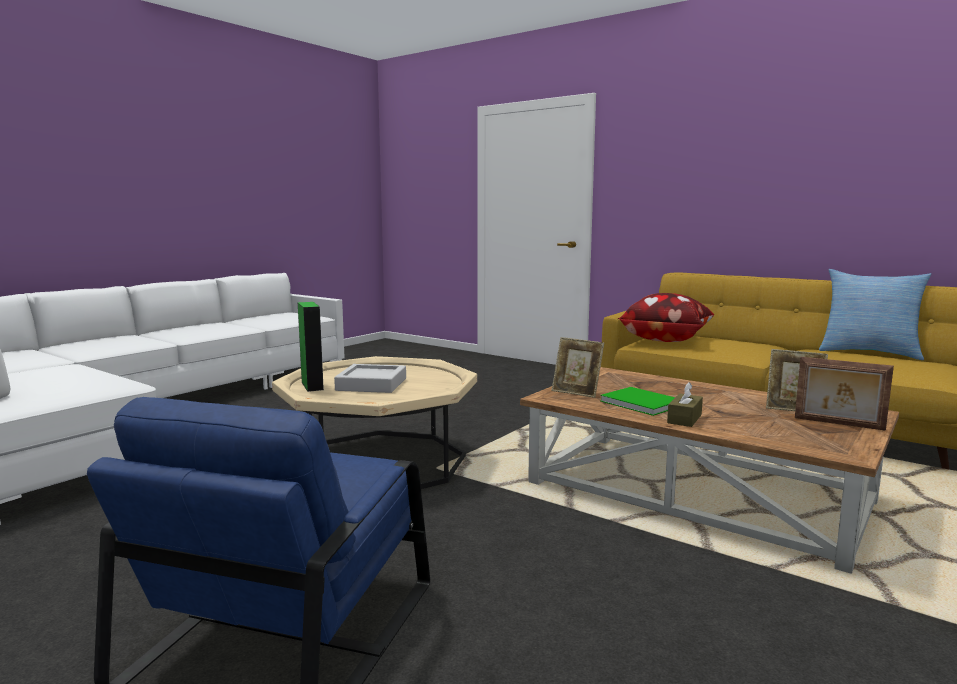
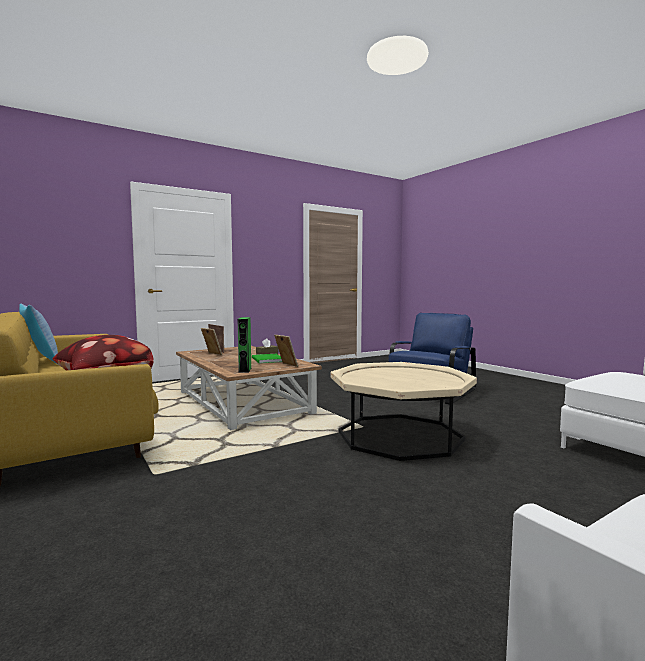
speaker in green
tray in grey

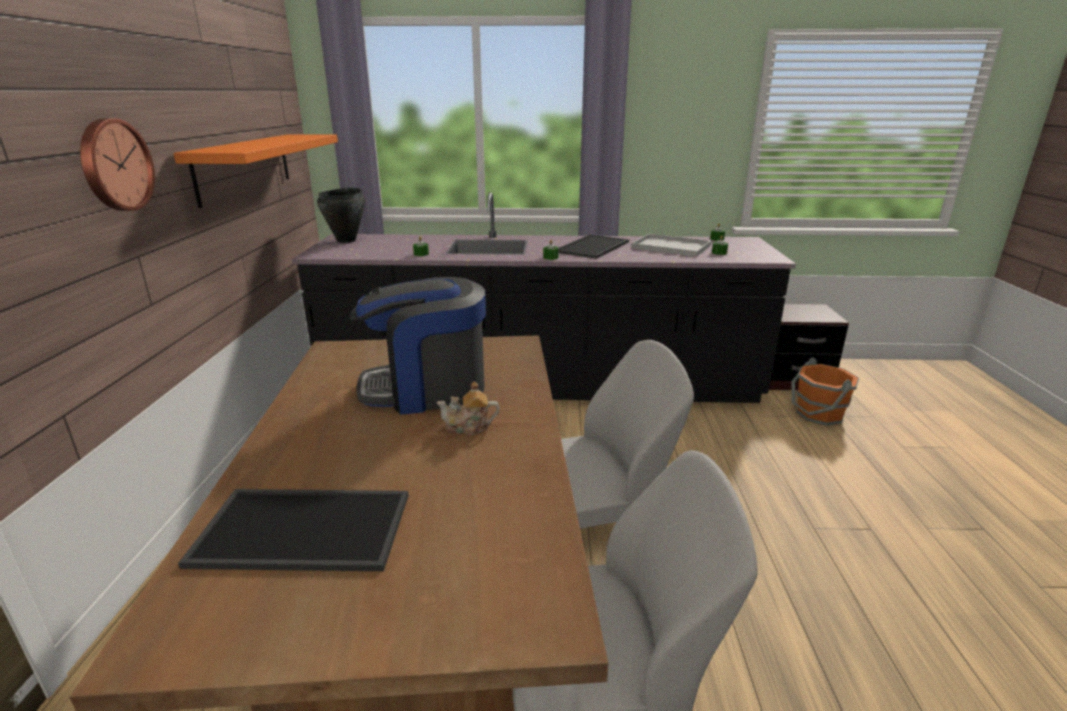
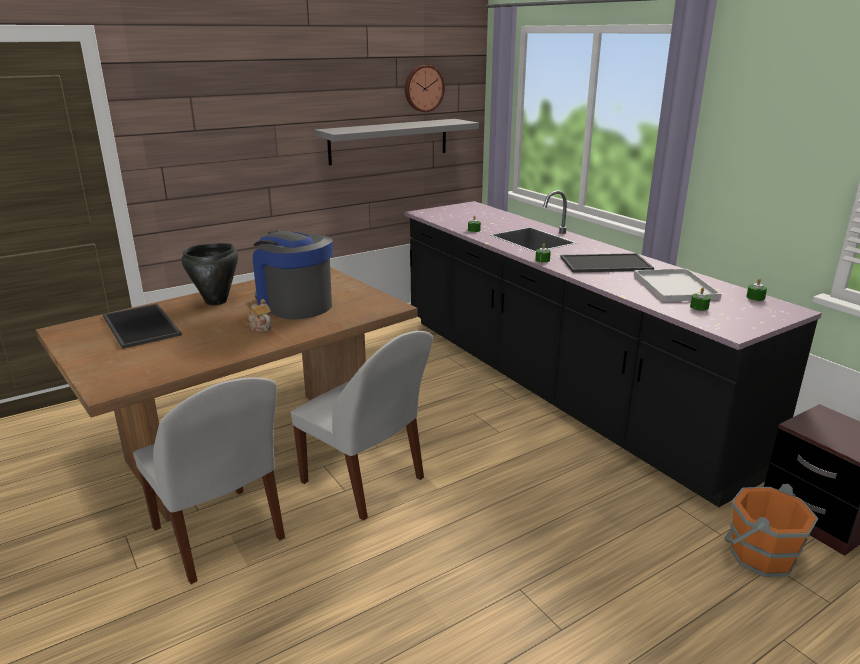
wall clock
shelf in grey
cooking pot in black

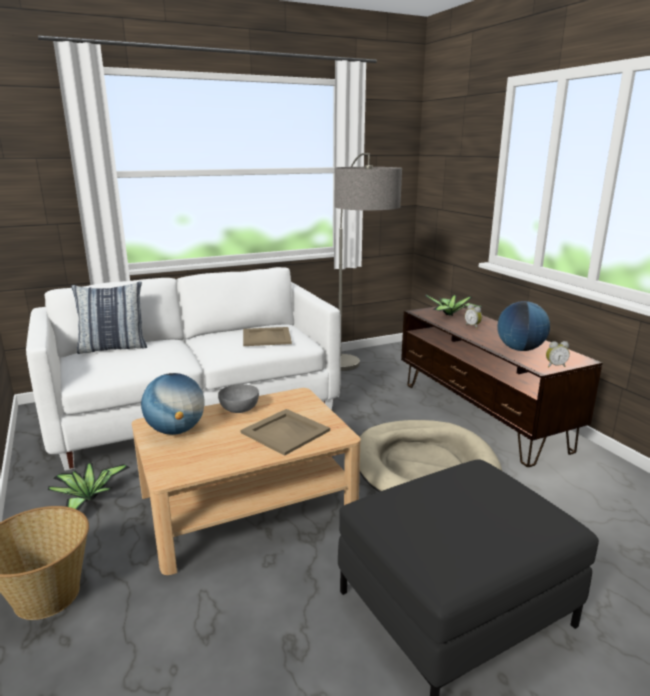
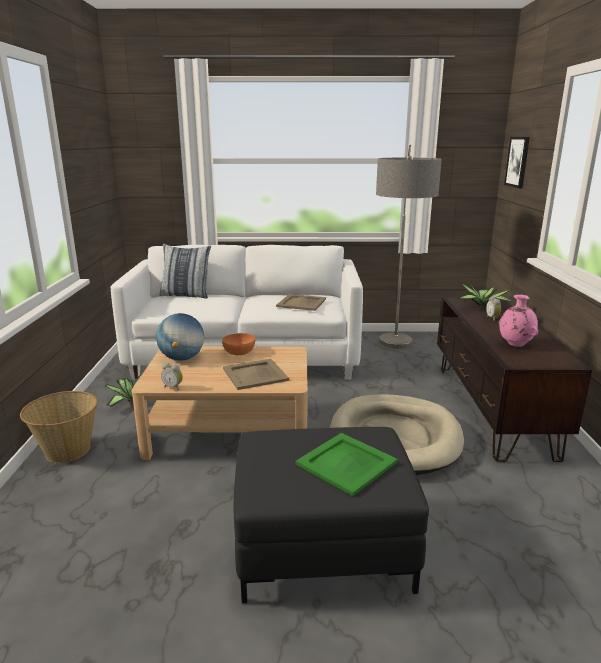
vase in pink
alarm clock (no. 1 from left)
bowl in orange
picture
tray in green

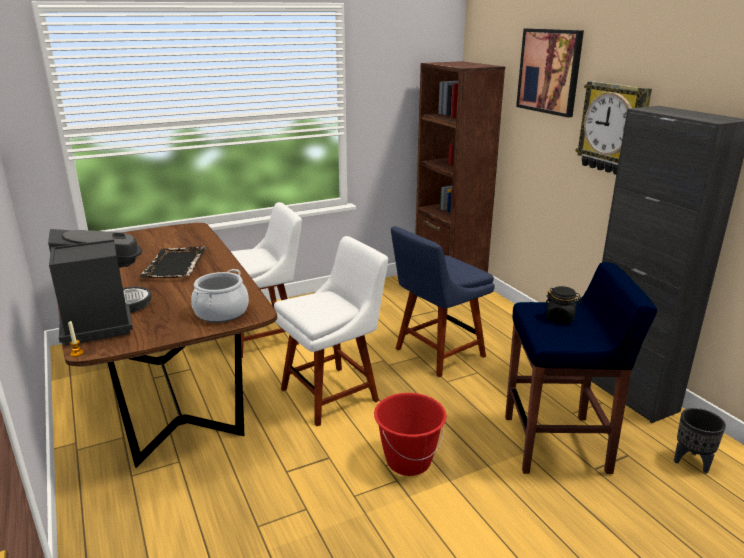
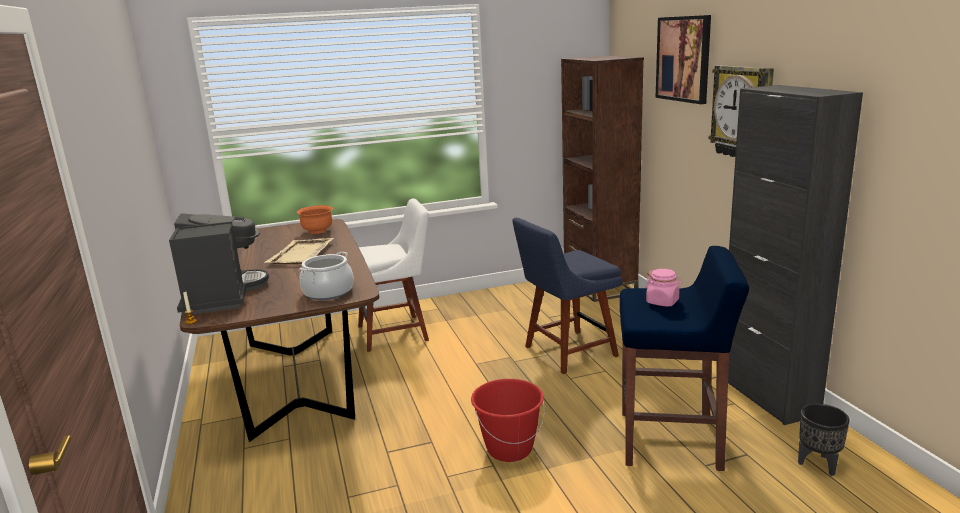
chair in white (no. 2 from left in the first image)
tray in beige
jar in pink
bowl in orange

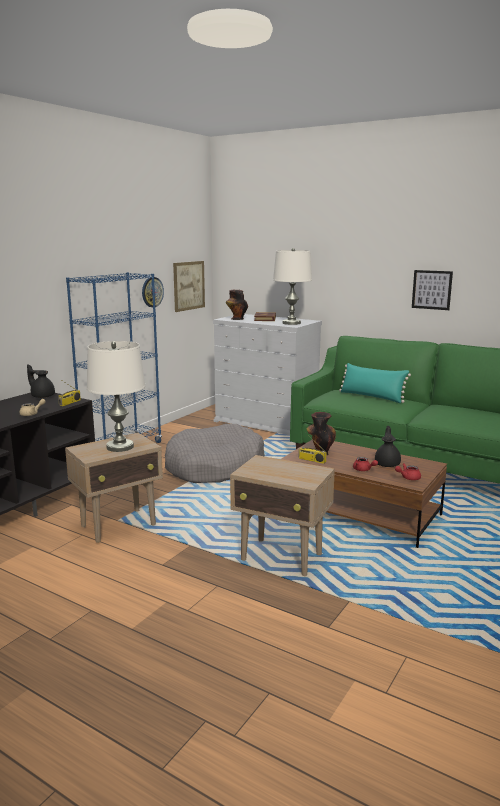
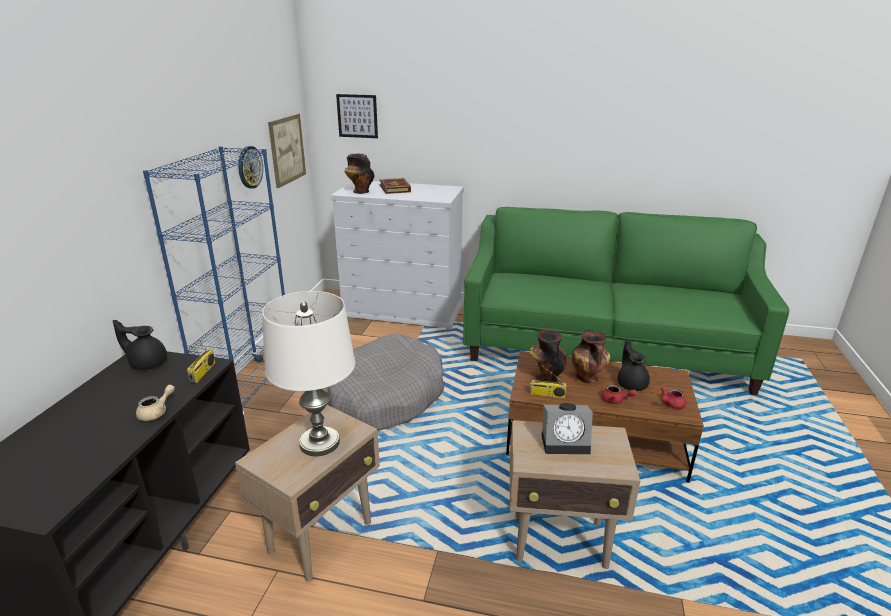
table lamp in white (no. 2 from left in the first image)
picture (no. 2 from left)
pillow in turquoise
vase (no. 3 from left)
alarm clock

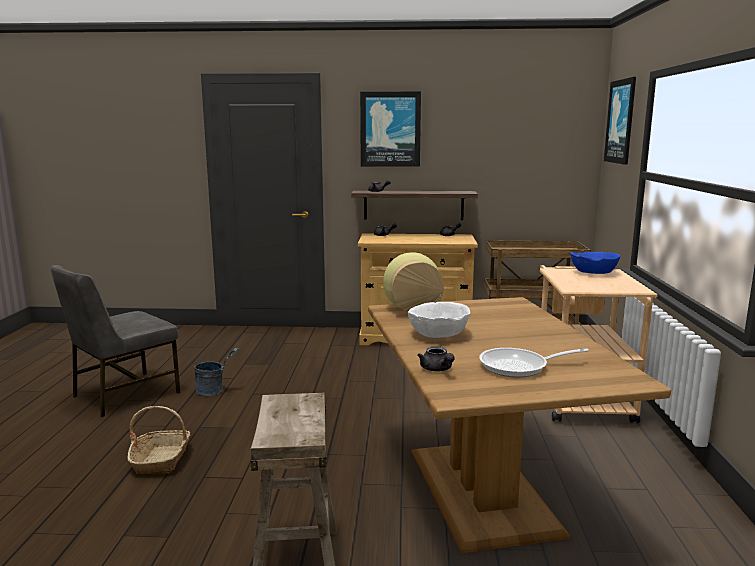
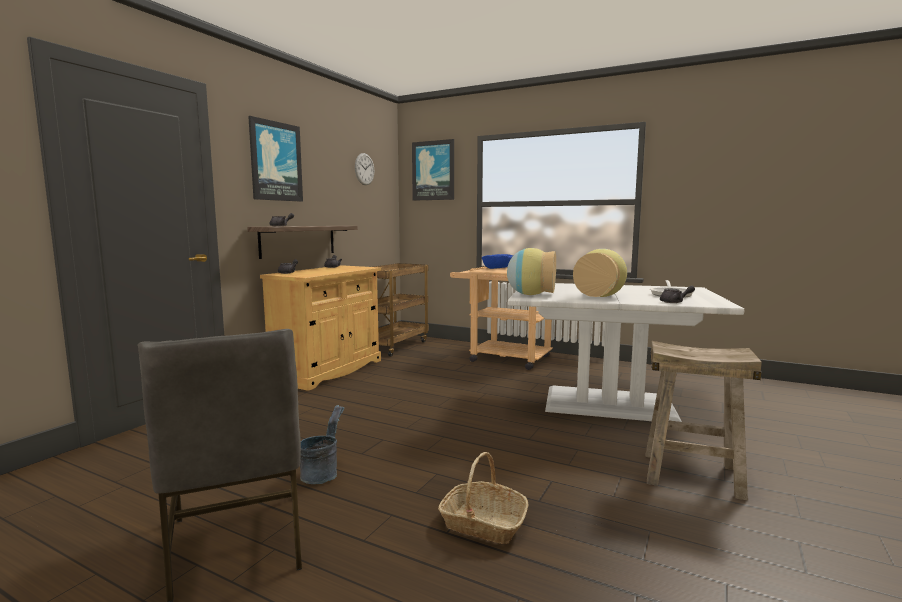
dining table in white
vase (no. 2 from left)
wall clock

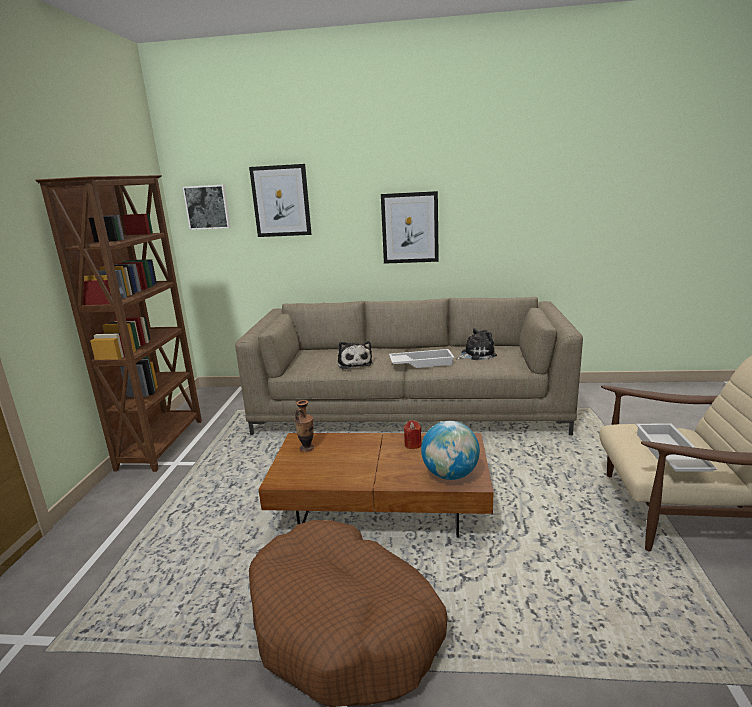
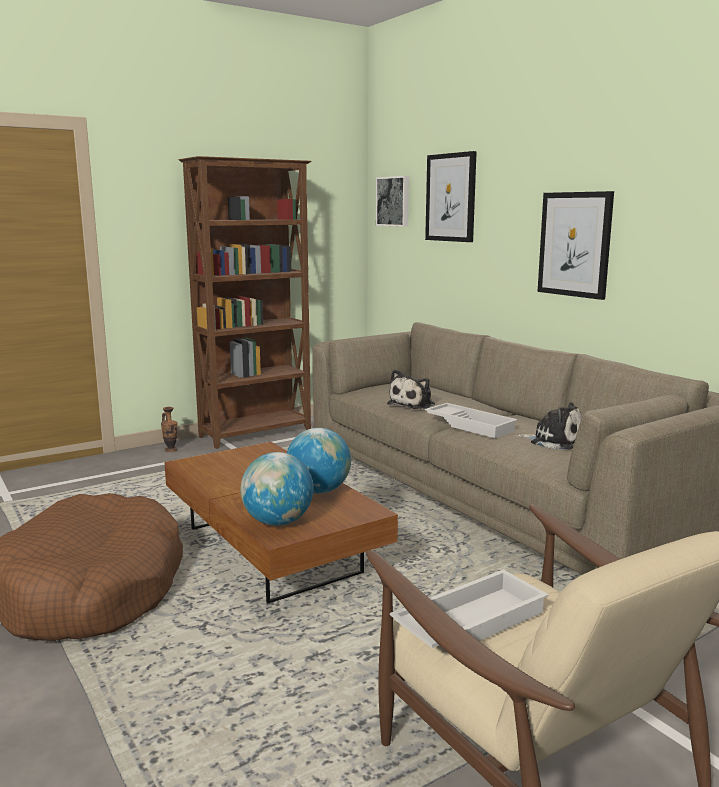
vase
globe (no. 2 from left)

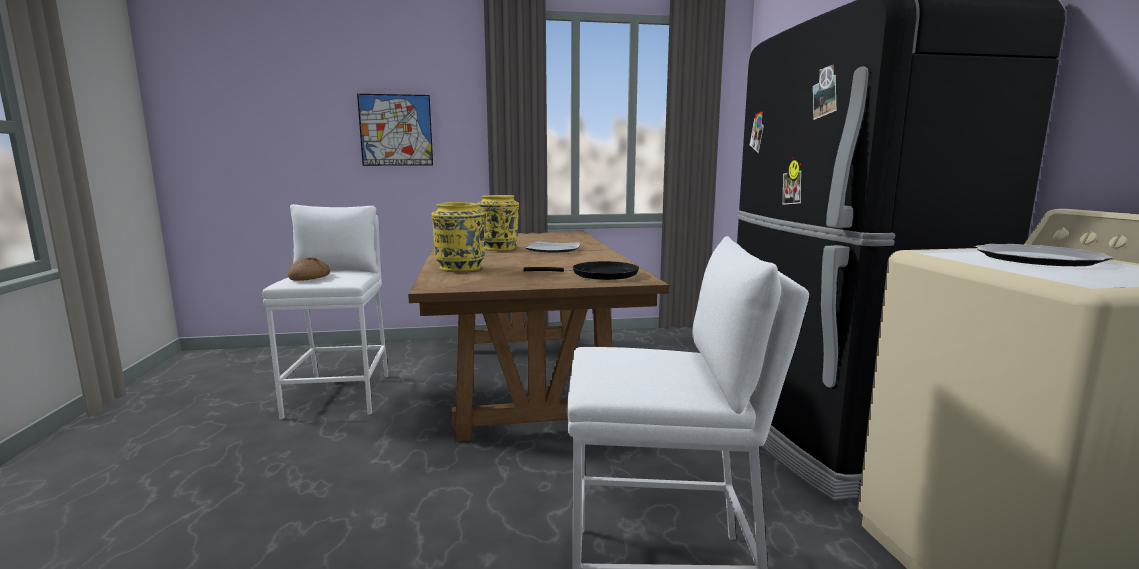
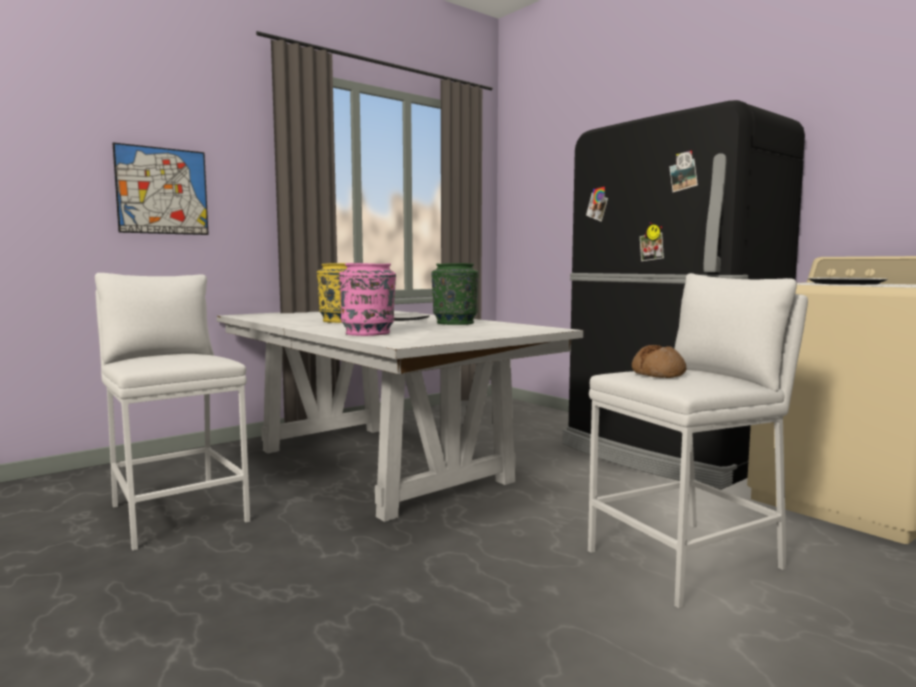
vase in pink
dining table in white
bread
frying pan in black
vase in green

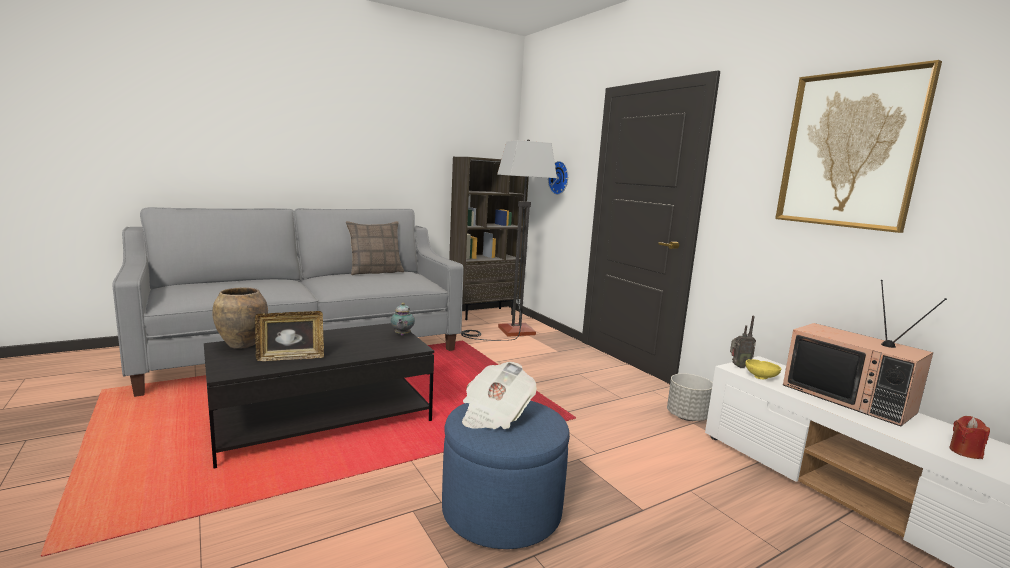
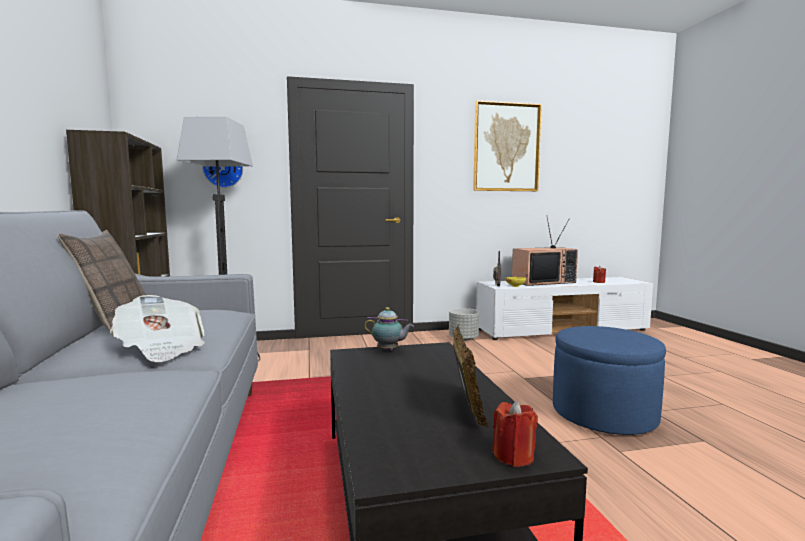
vase in brown
newspaper
candle in red (no. 1 from left)

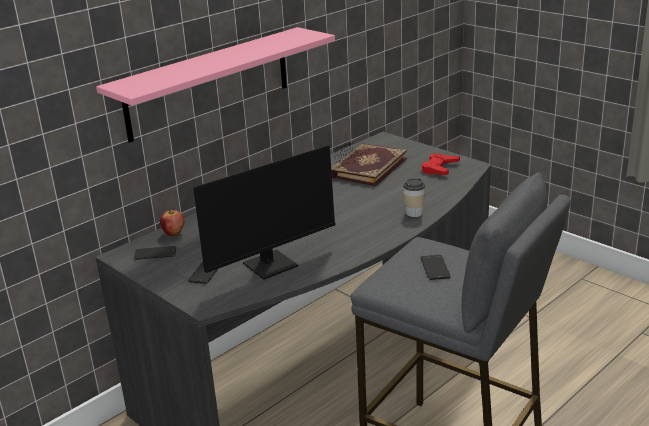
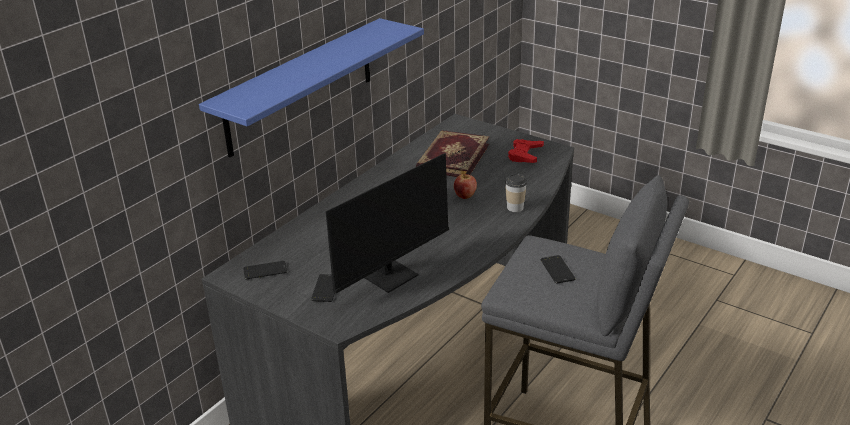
shelf in blue
apple

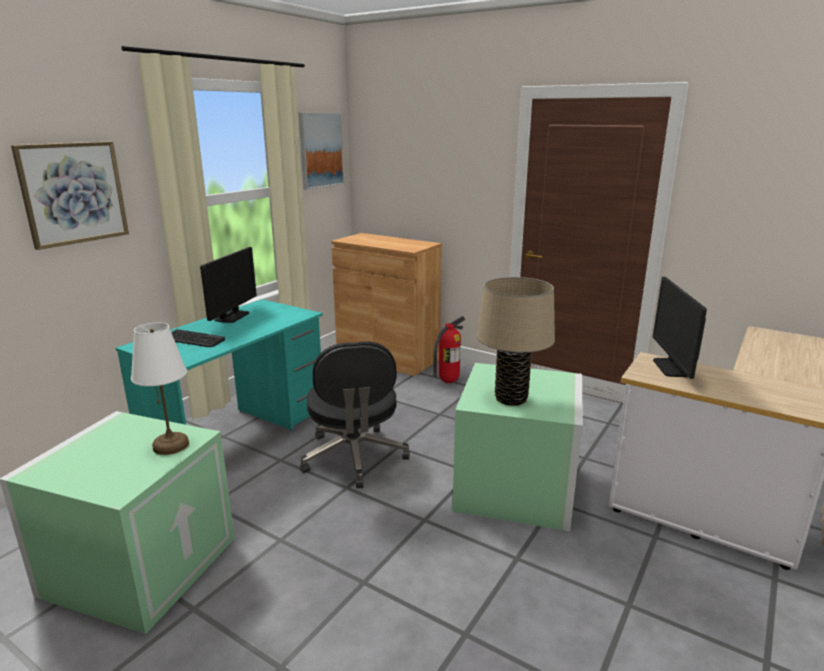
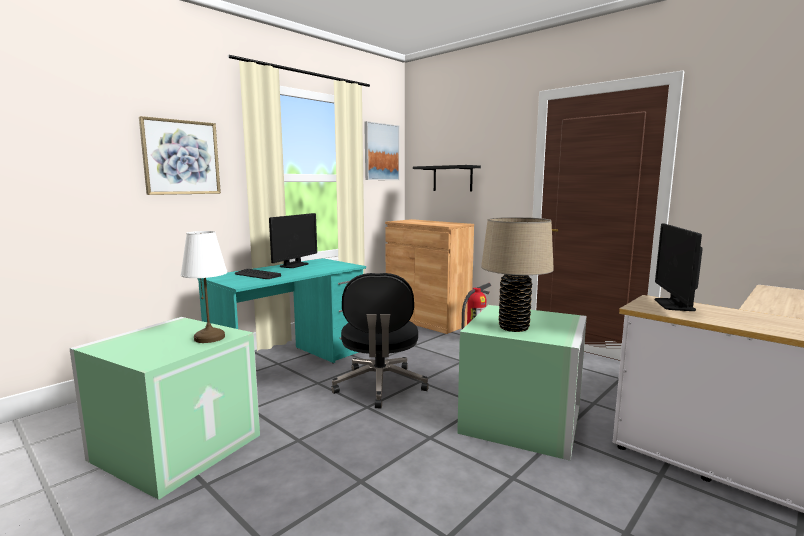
shelf in black

